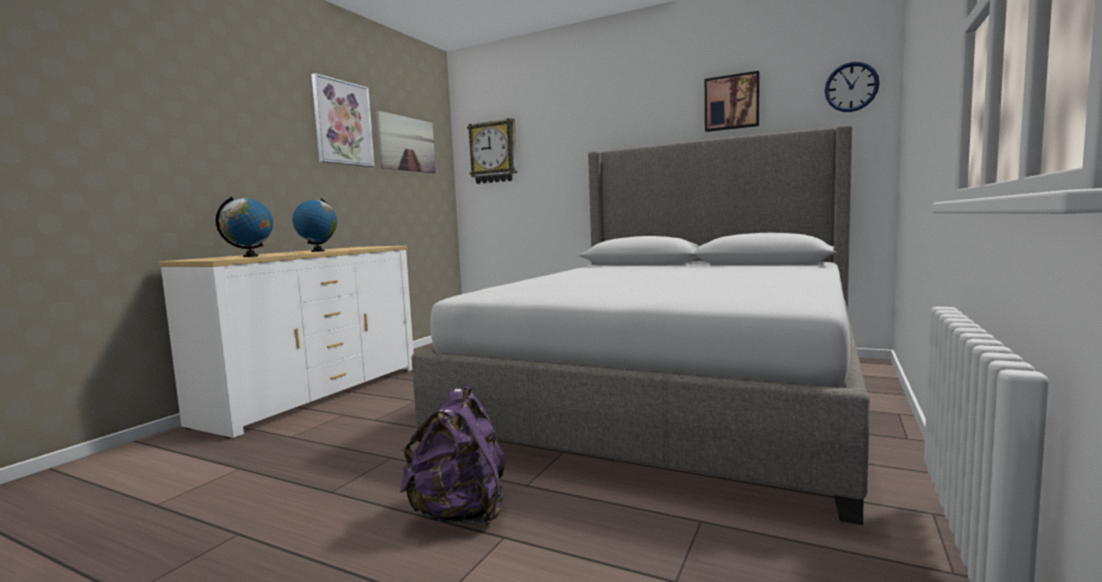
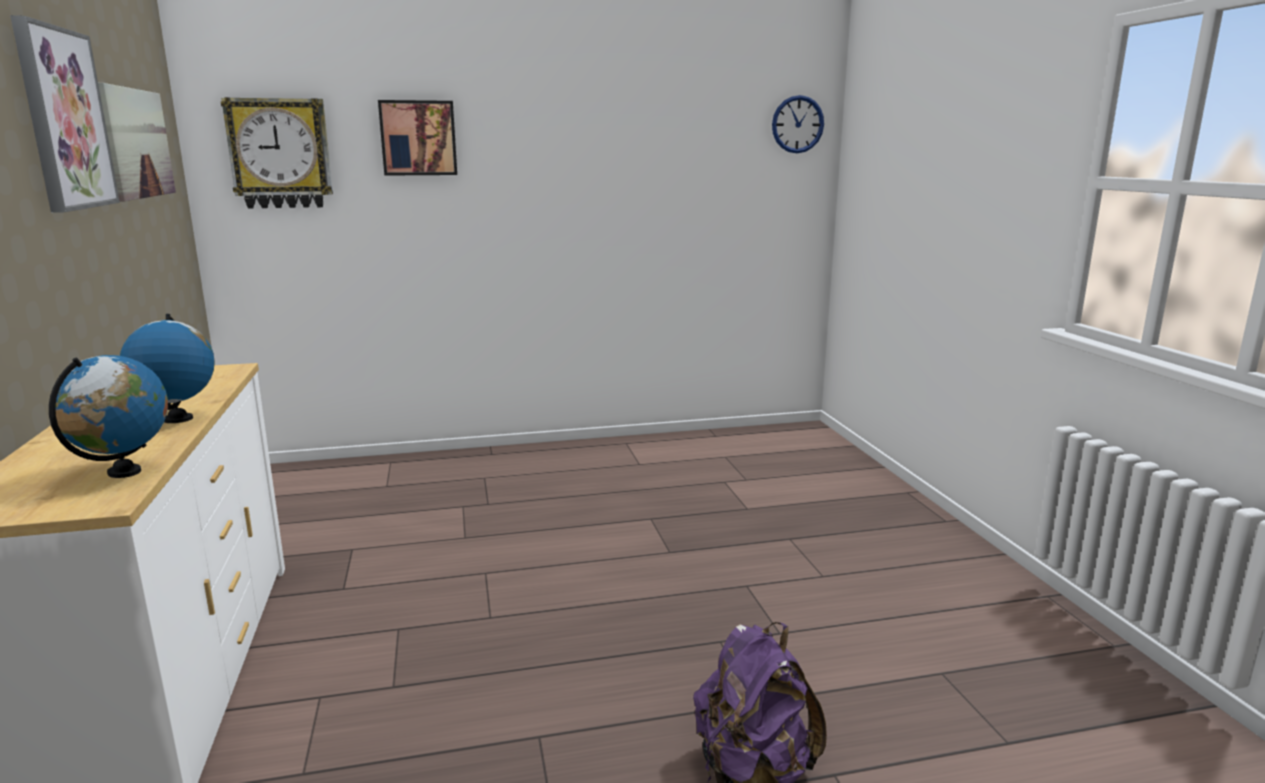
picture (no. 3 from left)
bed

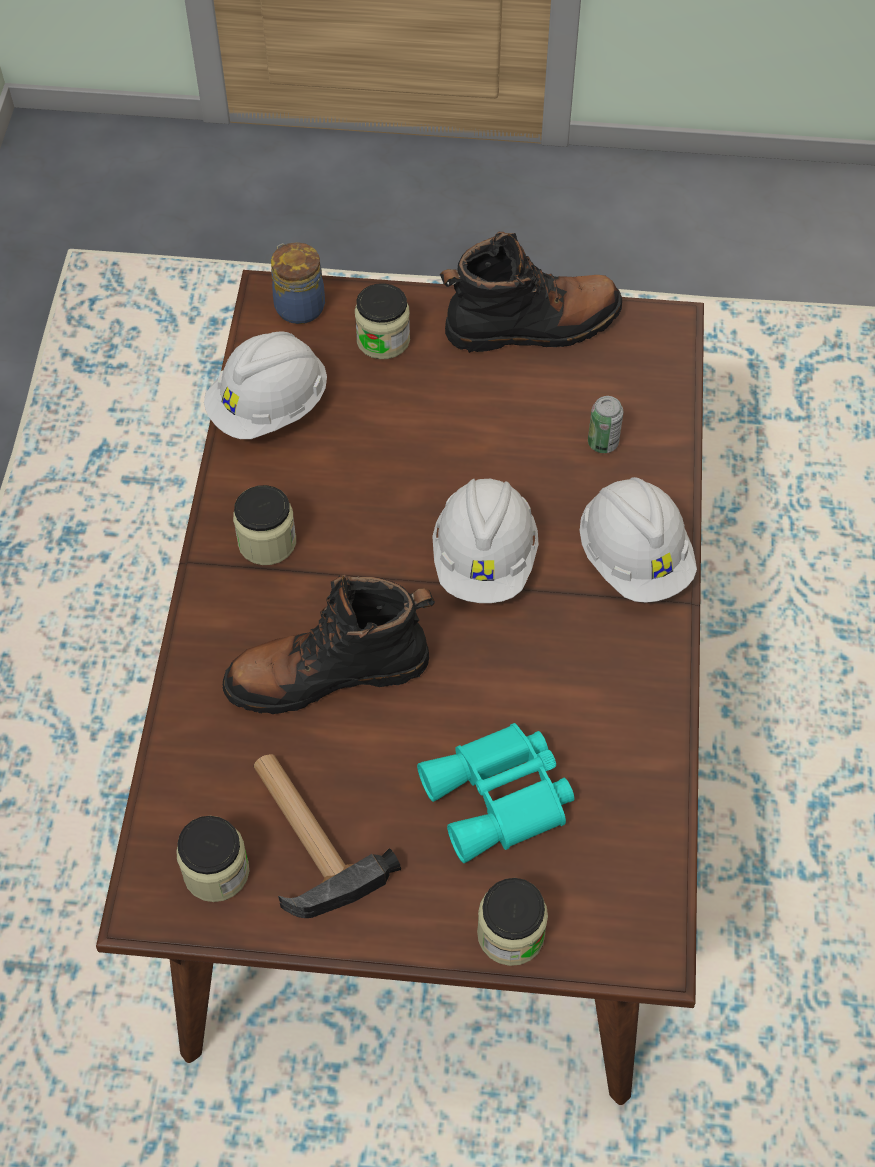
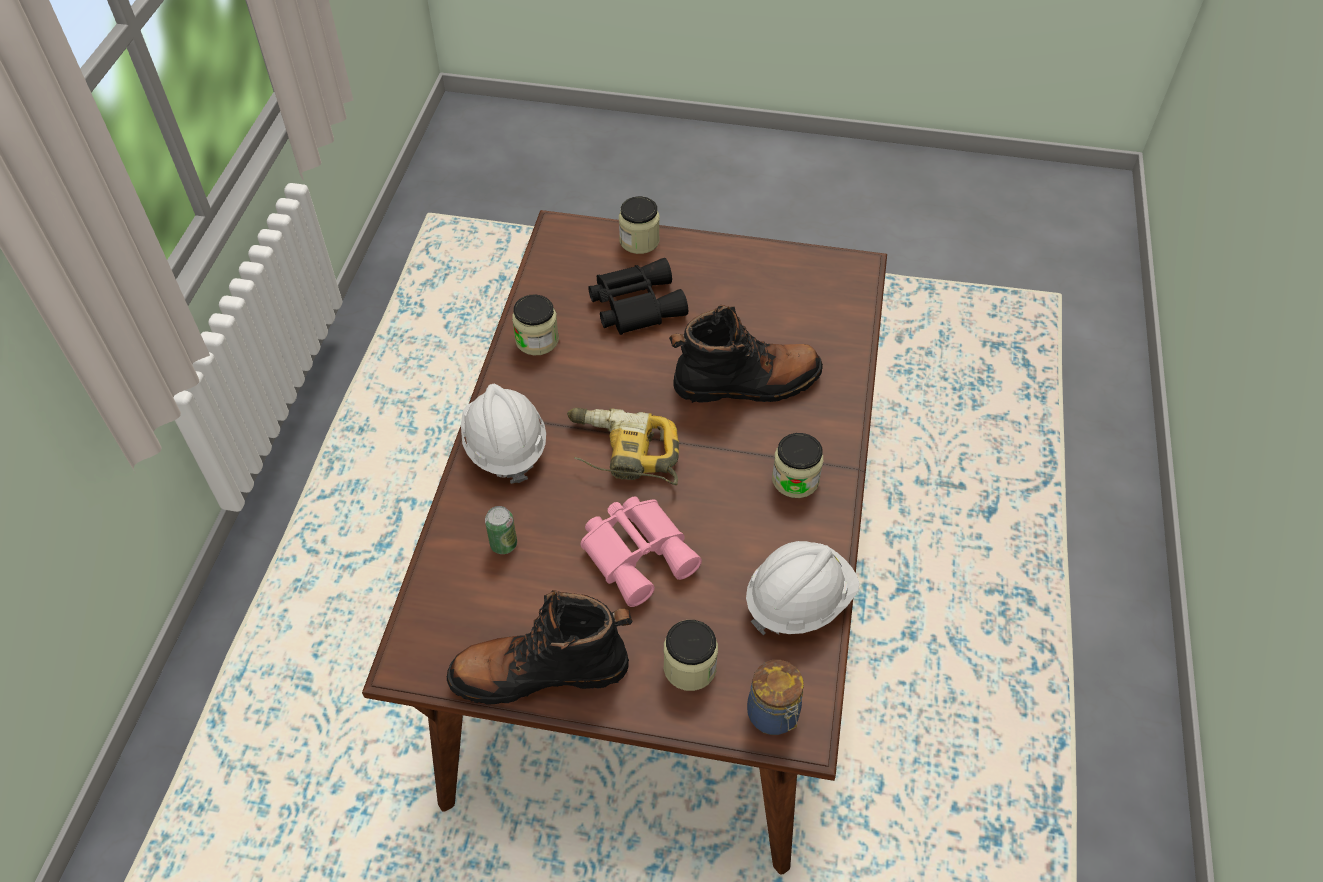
power drill
binoculars in black
hammer
jar (no. 1 from left)
binoculars in pink

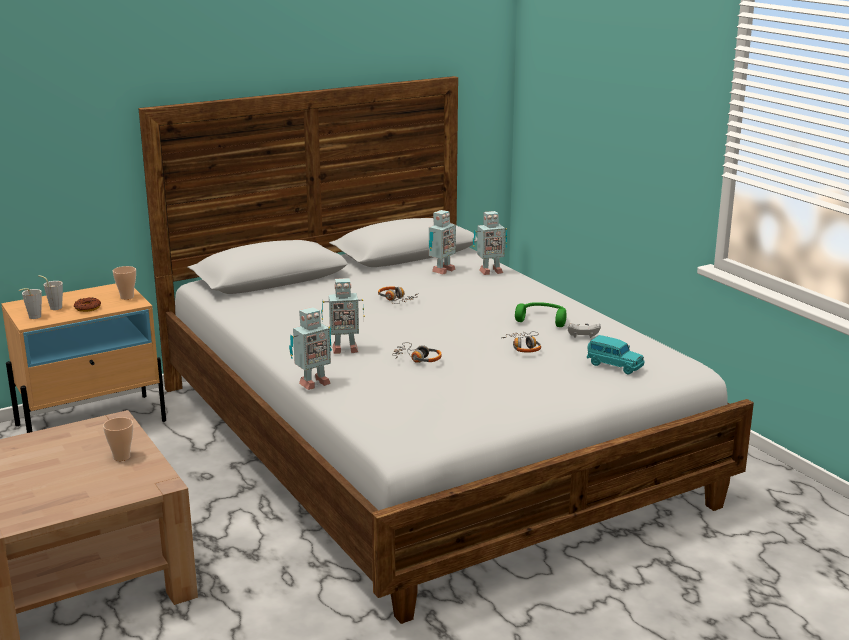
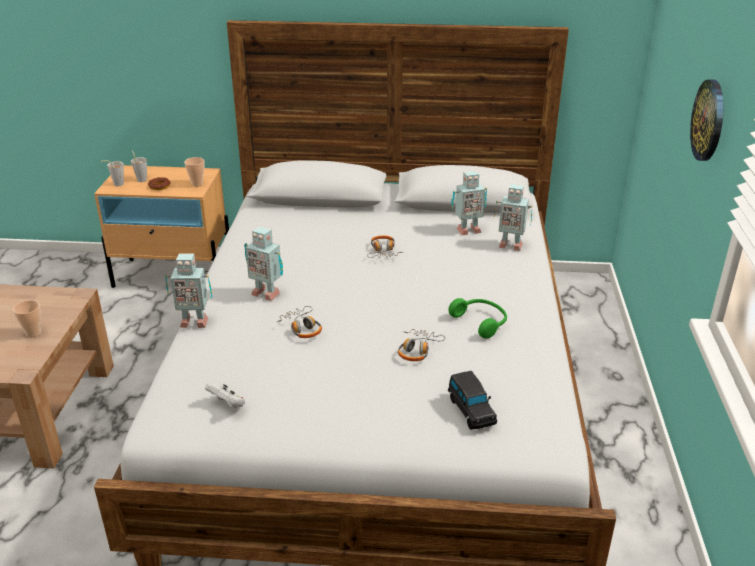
game controller in white
toy car in black
wall clock

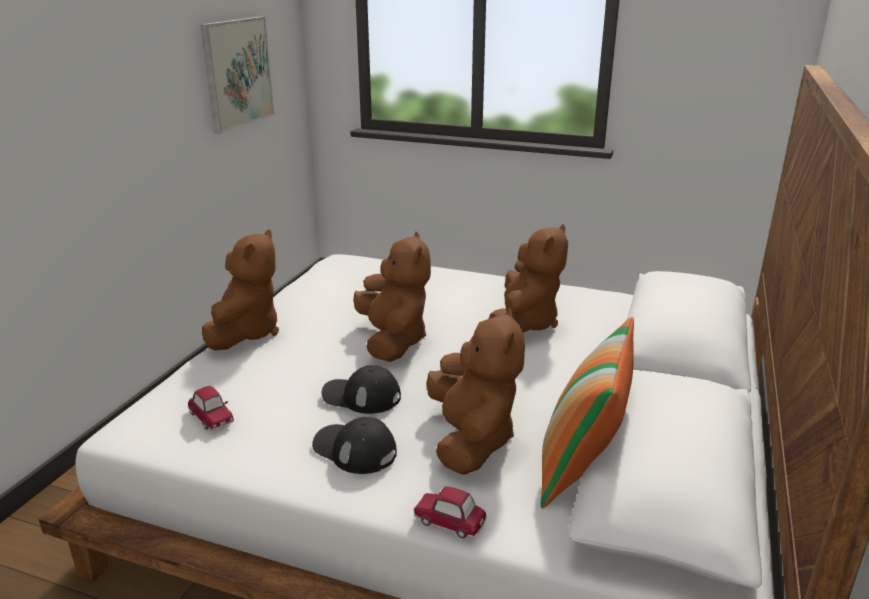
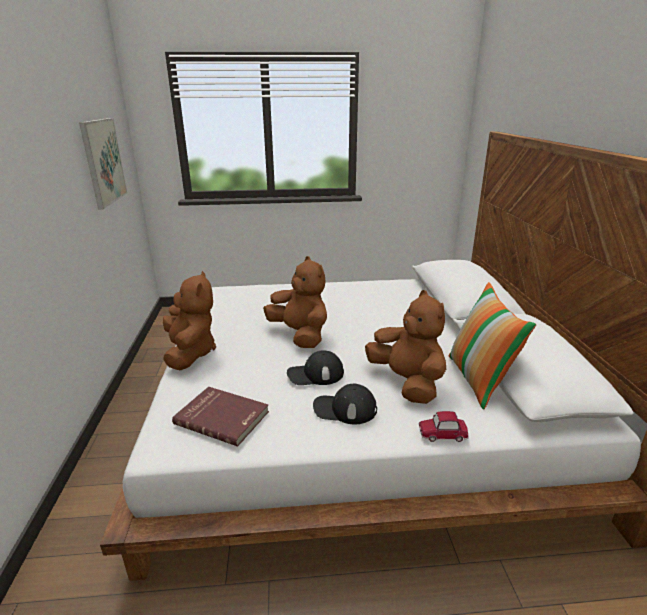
plush toy in brown (no. 4 from left in the first image)
book in red

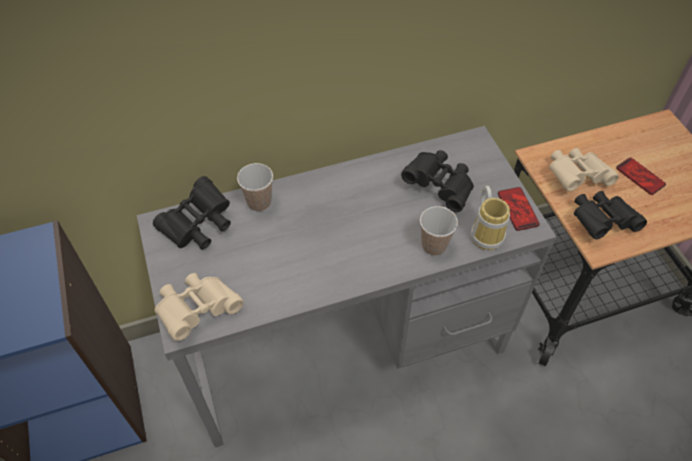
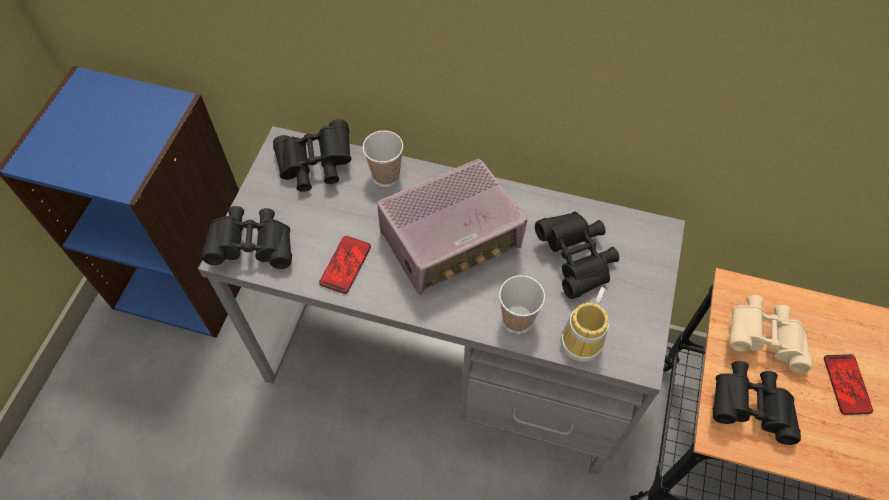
phone (no. 1 from left)
binoculars in black (no. 1 from left)
radio

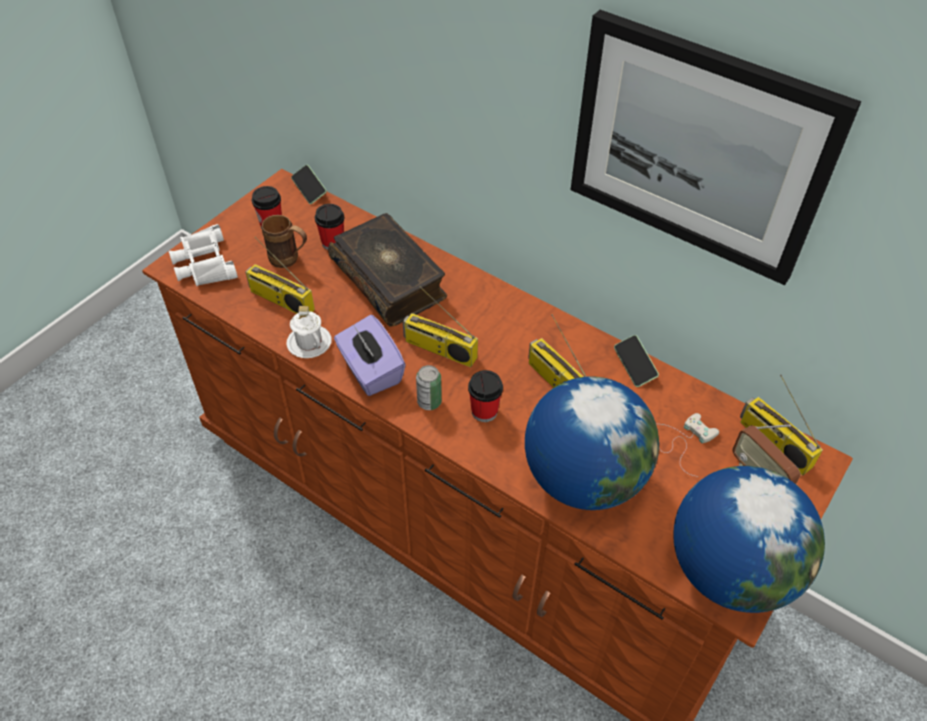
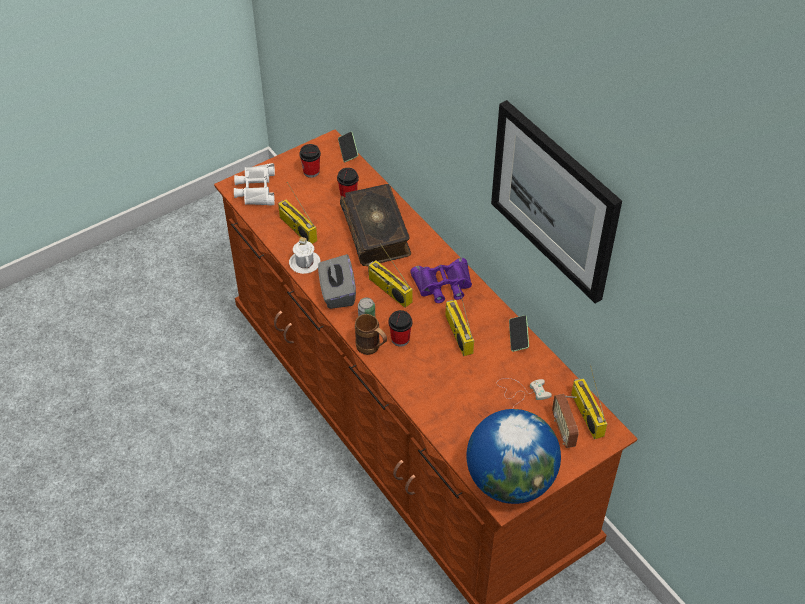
mug in brown
tissue box in grey
globe (no. 1 from left in the first image)
binoculars in purple

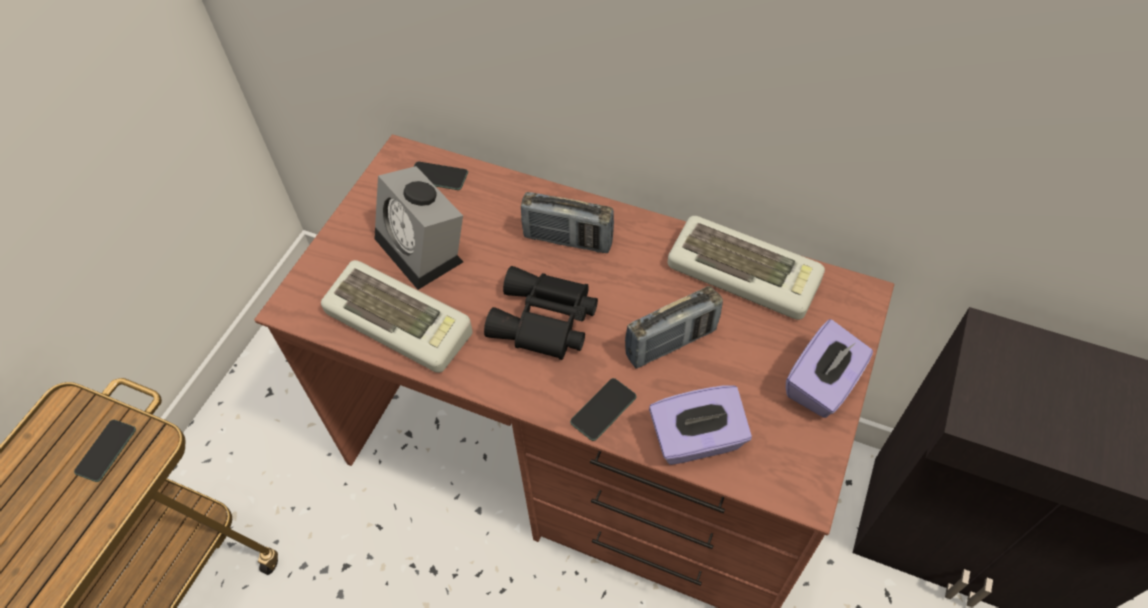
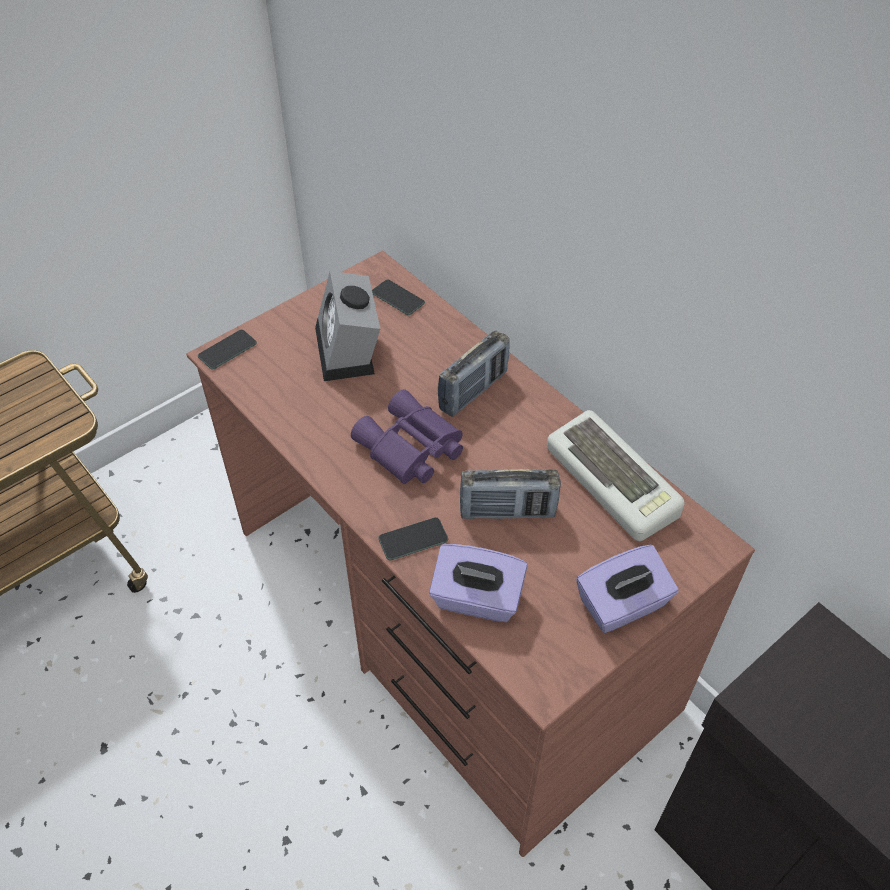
radio (no. 1 from left)
keyboard (no. 1 from left in the first image)
binoculars in purple
phone (no. 1 from left)

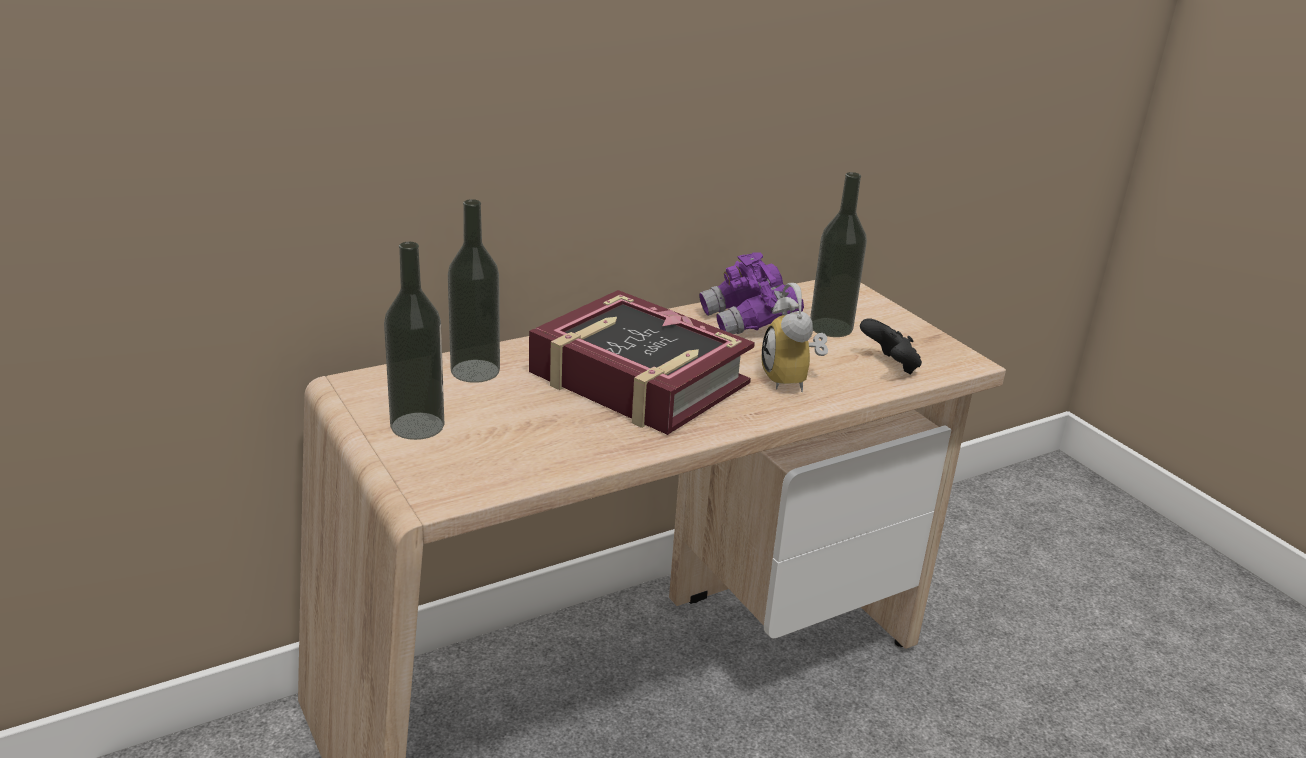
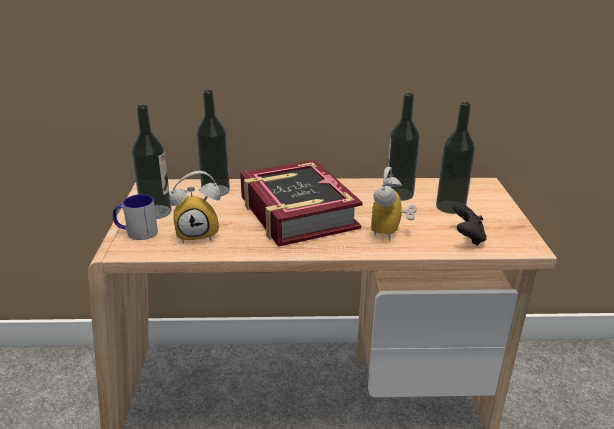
bottle (no. 3 from left)
alarm clock (no. 1 from left)
mug

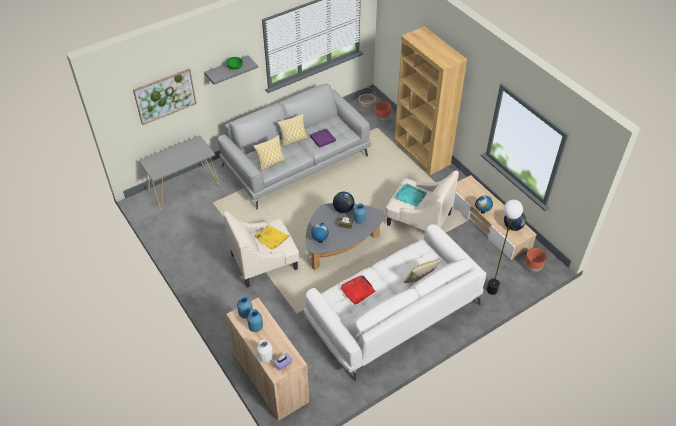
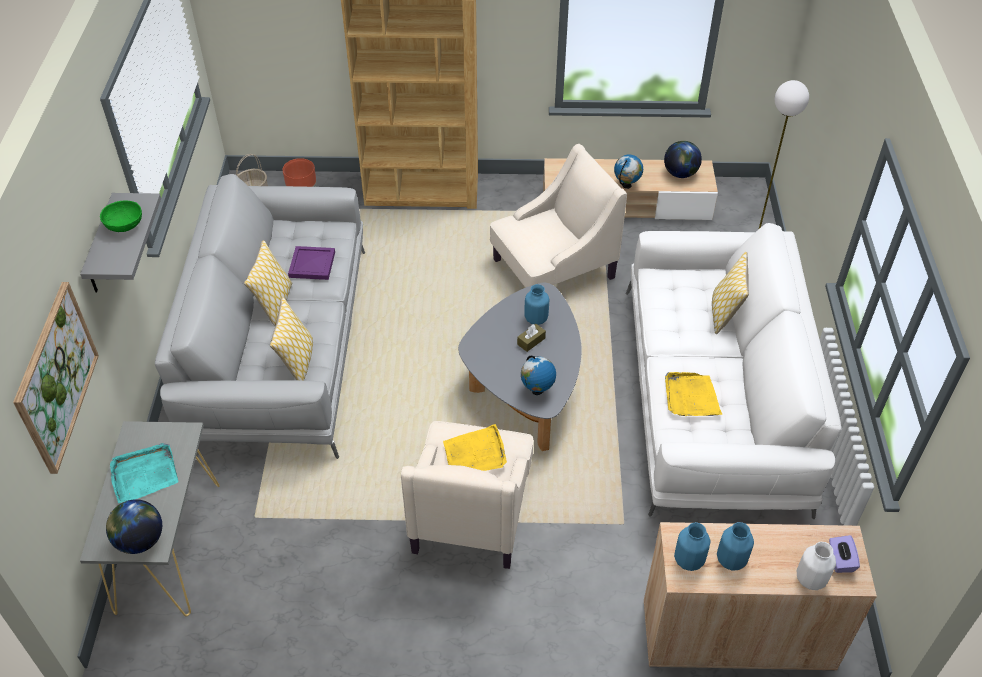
tray in turquoise
globe (no. 1 from left)
planter in brown (no. 2 from left in the first image)
tray in yellow (no. 2 from left)

